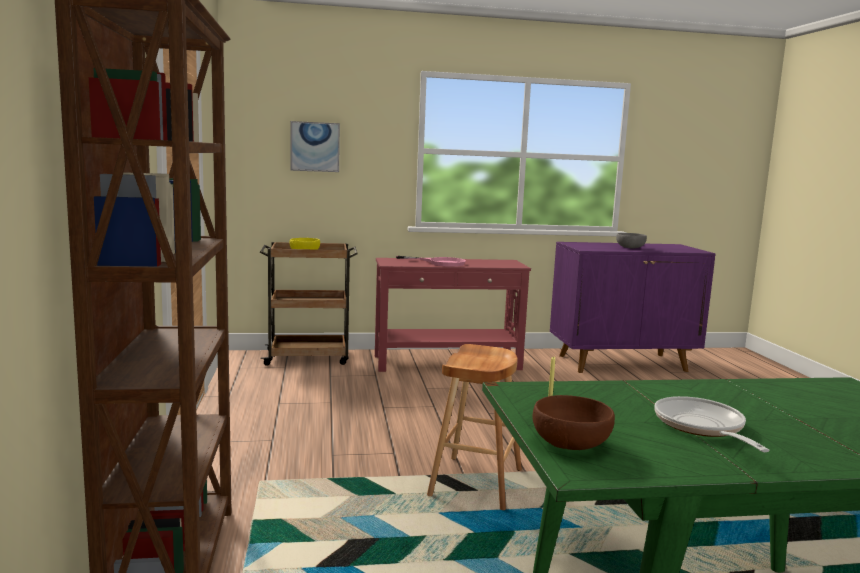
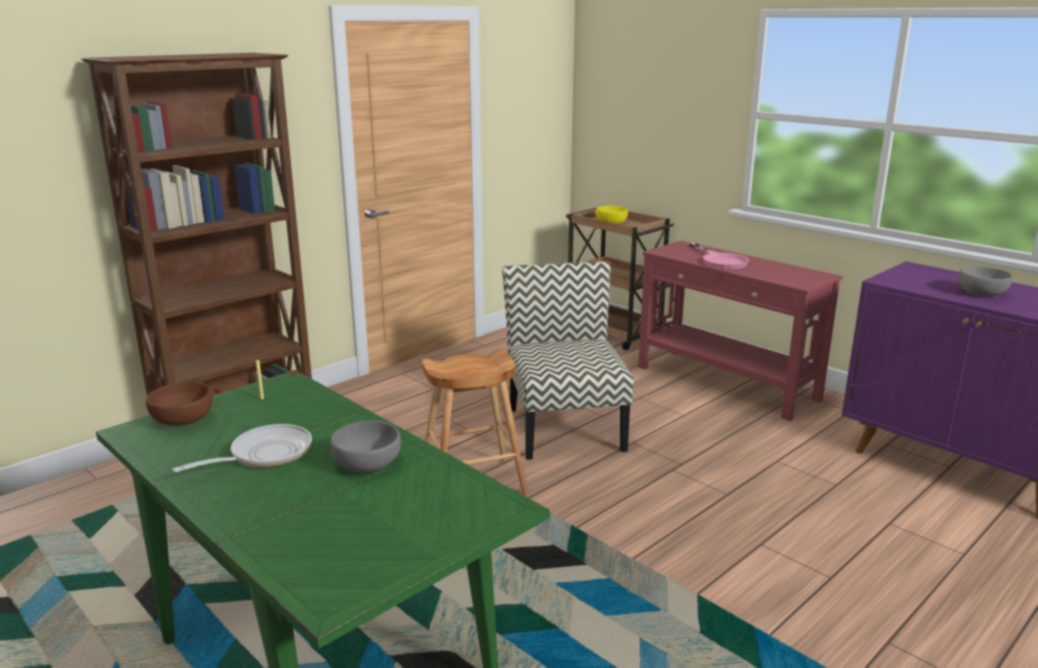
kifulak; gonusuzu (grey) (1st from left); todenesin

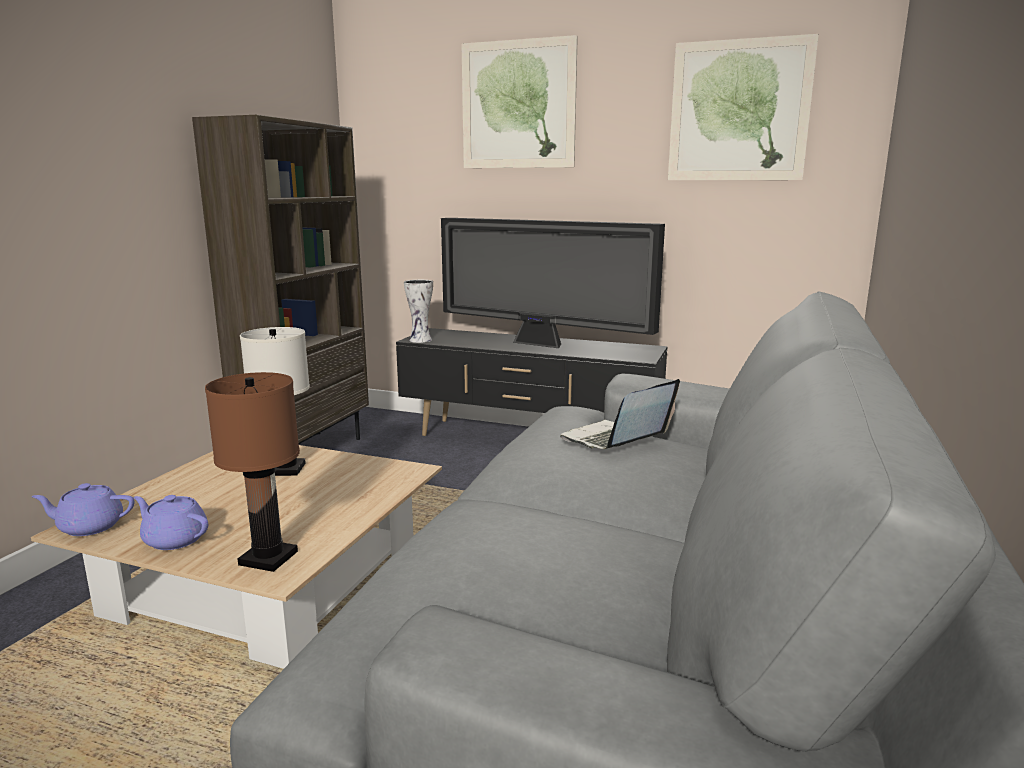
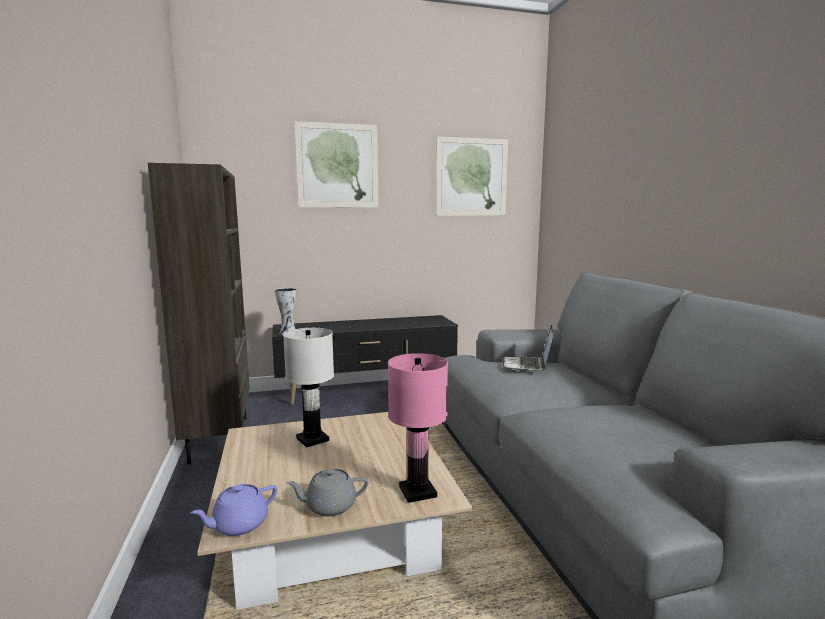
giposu; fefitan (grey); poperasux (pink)

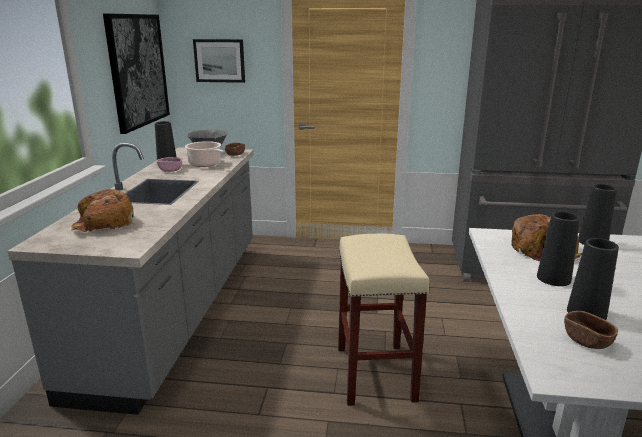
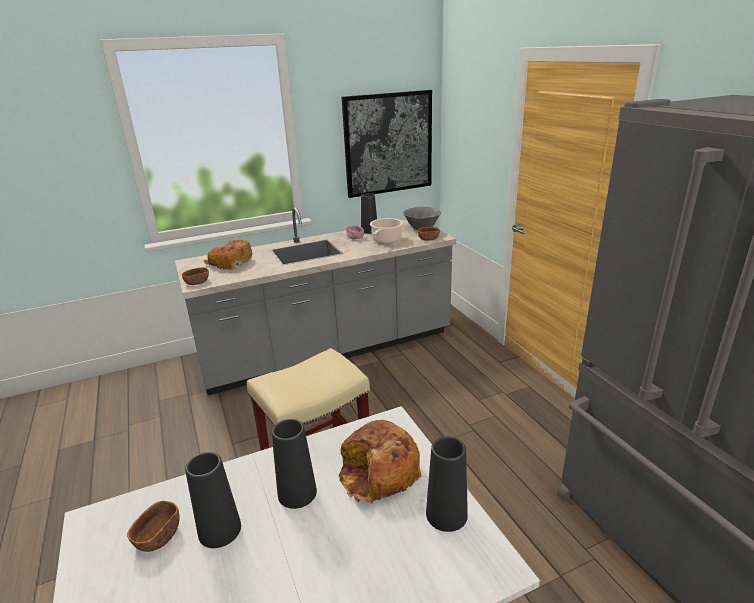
kifulak (2nd from left in the first image); gonusuzu (brown) (2nd from left)

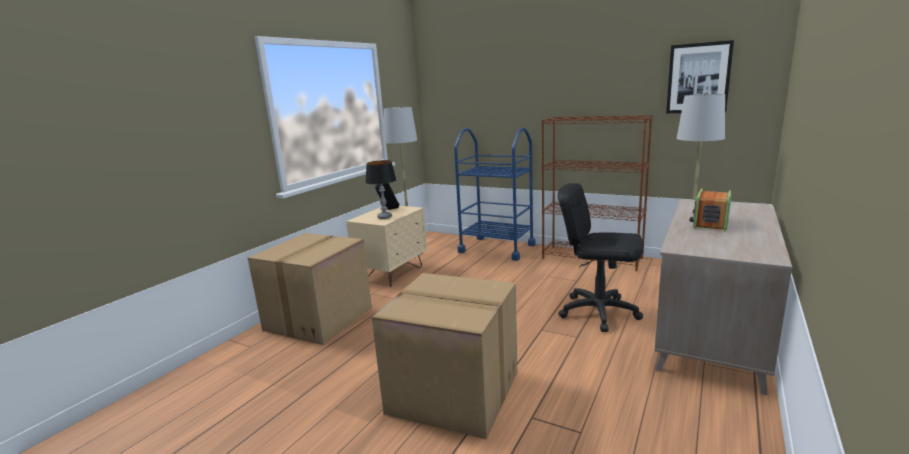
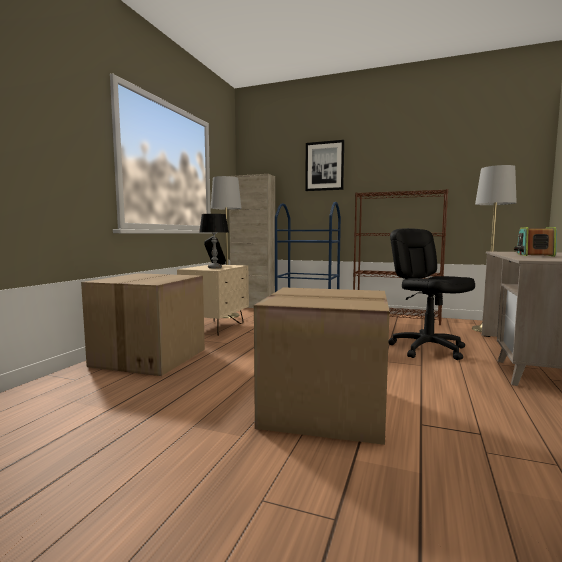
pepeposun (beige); kifulak; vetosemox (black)

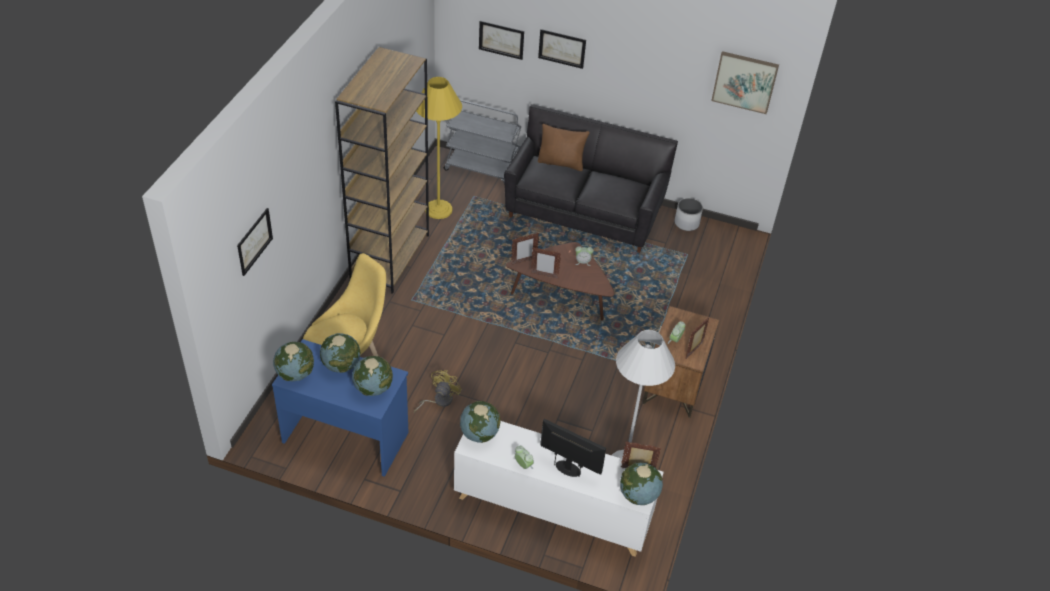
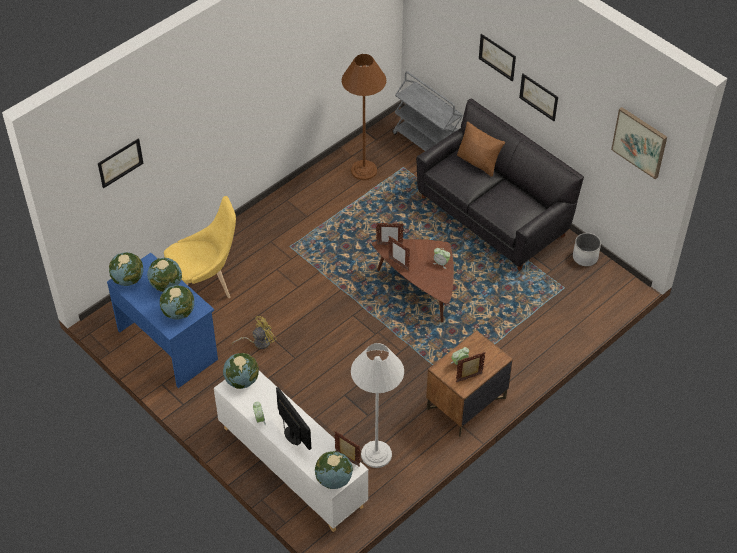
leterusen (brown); kifulak (3rd from left); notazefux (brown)

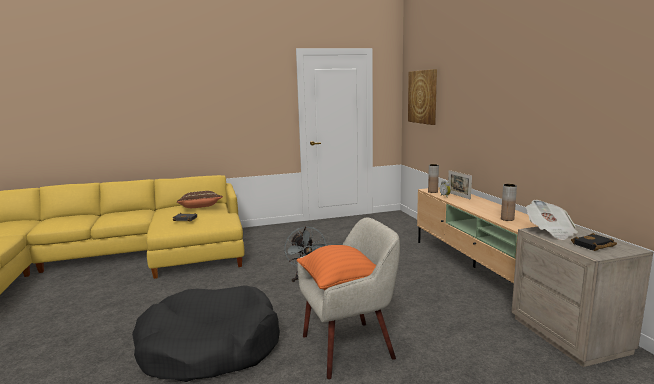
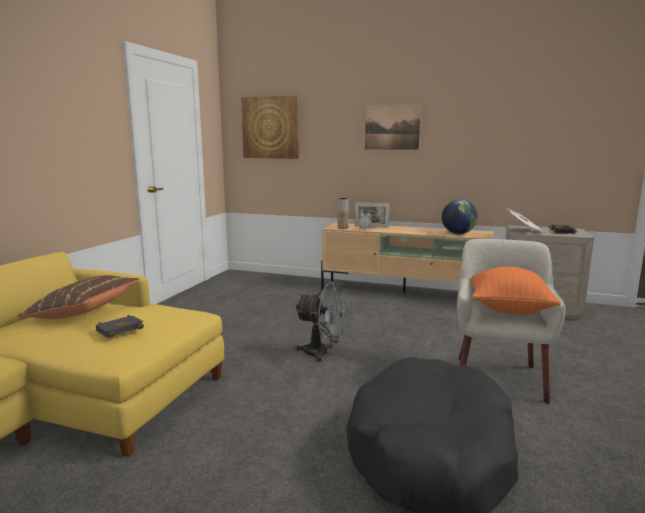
kifulak (2nd from left); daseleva

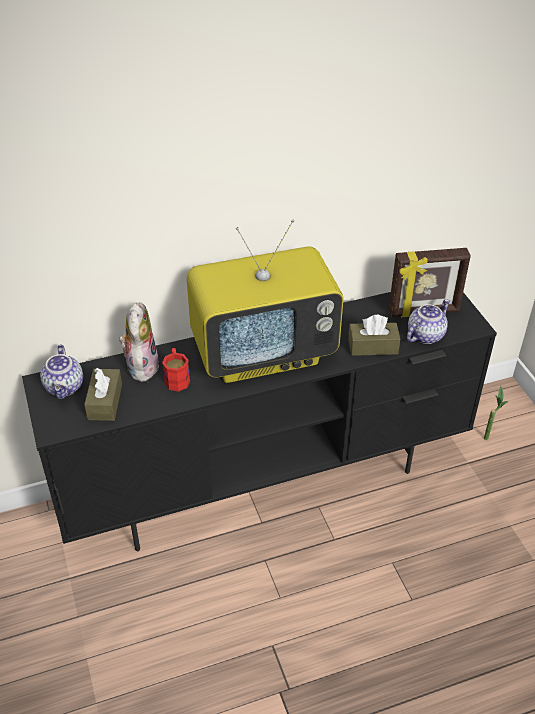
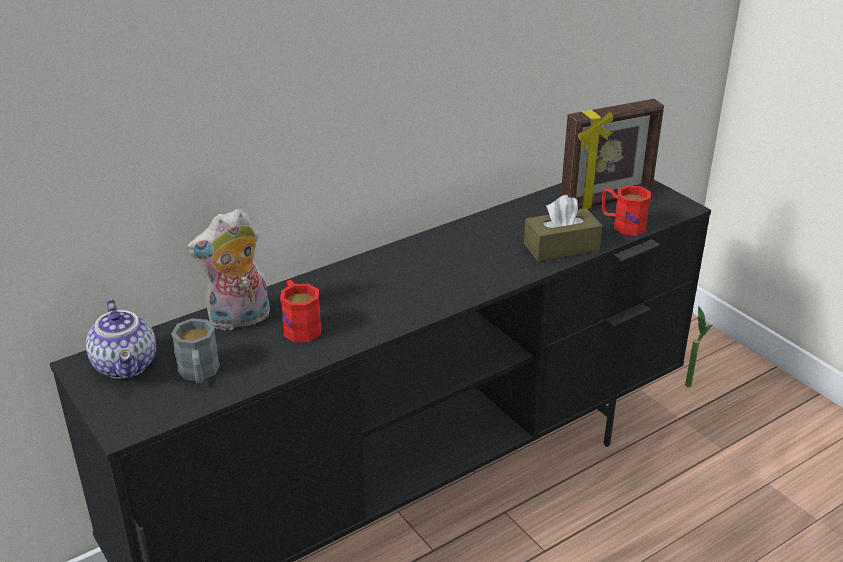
giposu; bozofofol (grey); bozofofol (red) (2nd from left); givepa

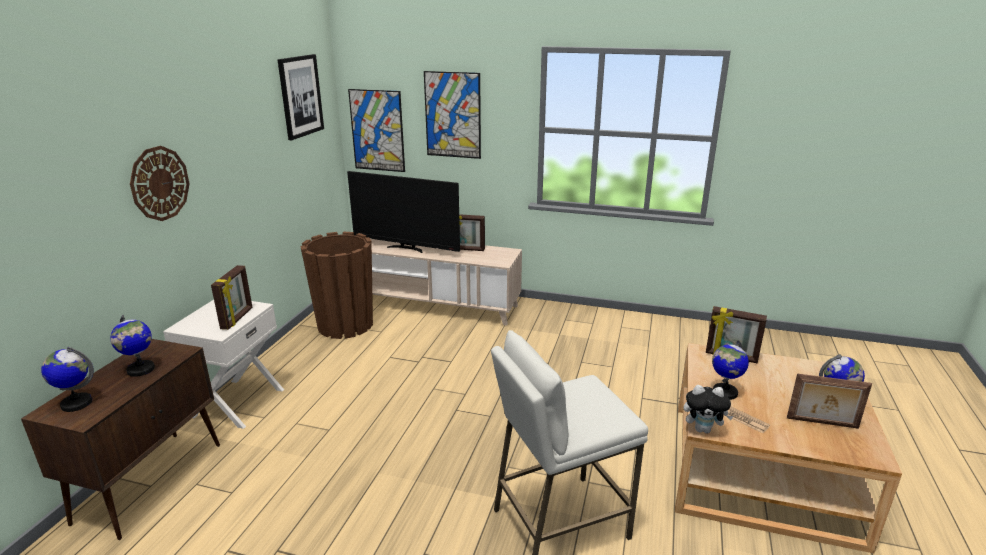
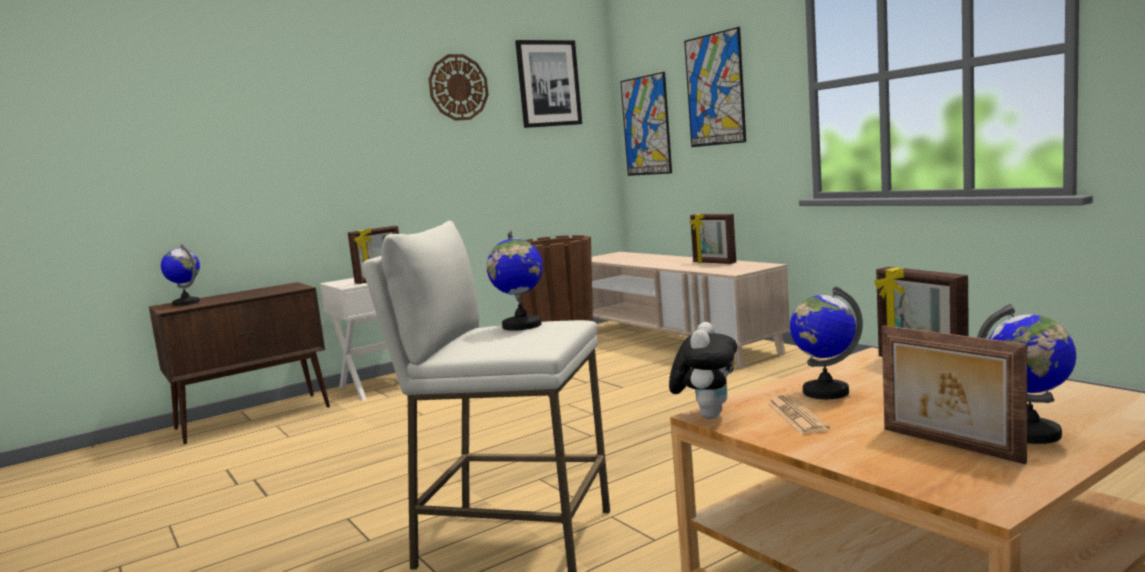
giposu; daseleva (2nd from left); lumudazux; givepa

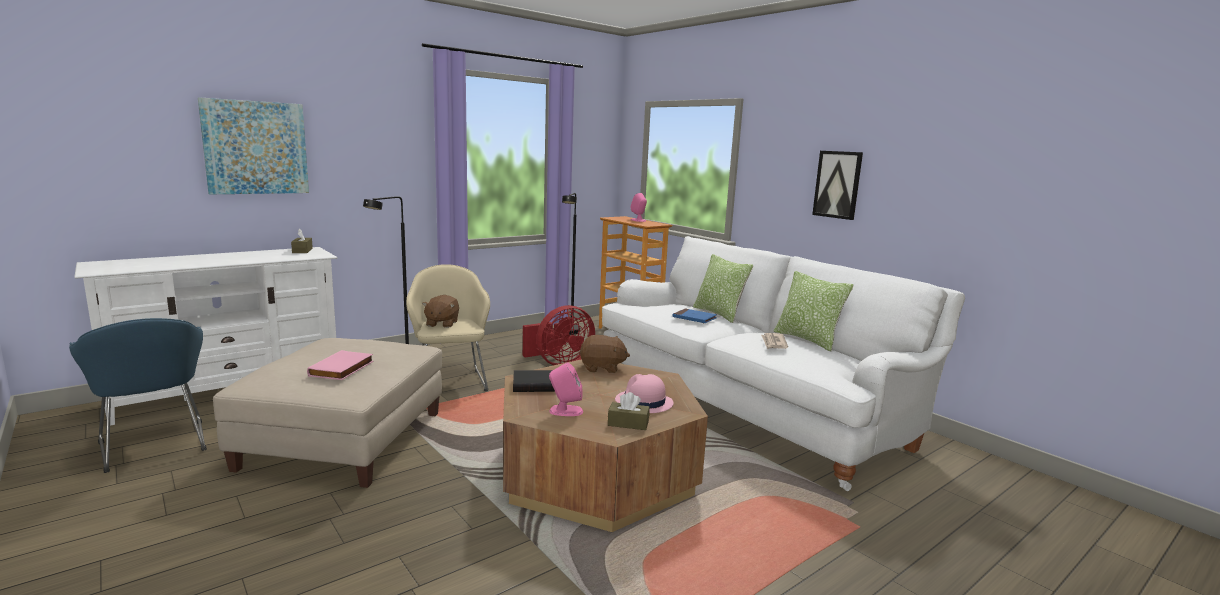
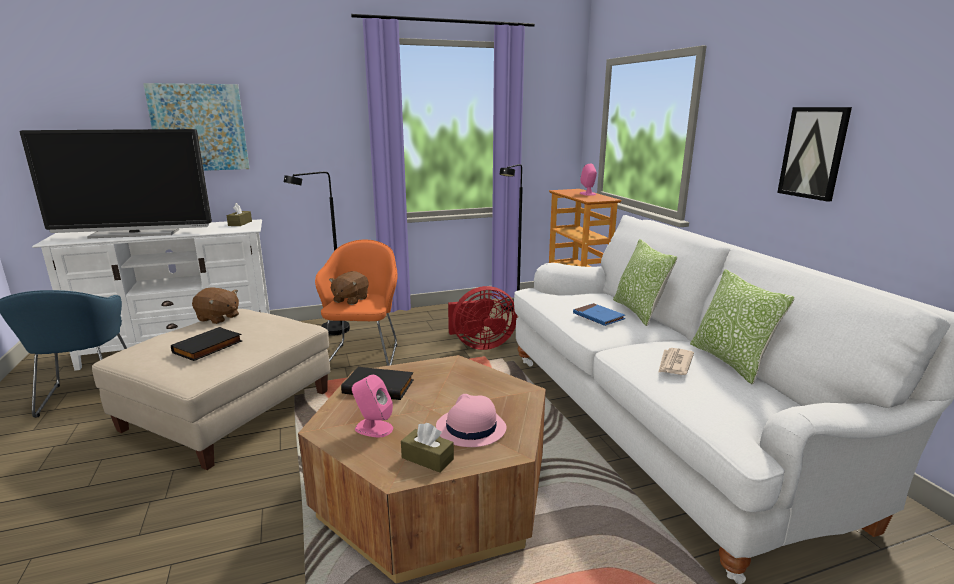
giposu; givepa (brown) (1st from left); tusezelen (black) (1st from left); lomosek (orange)

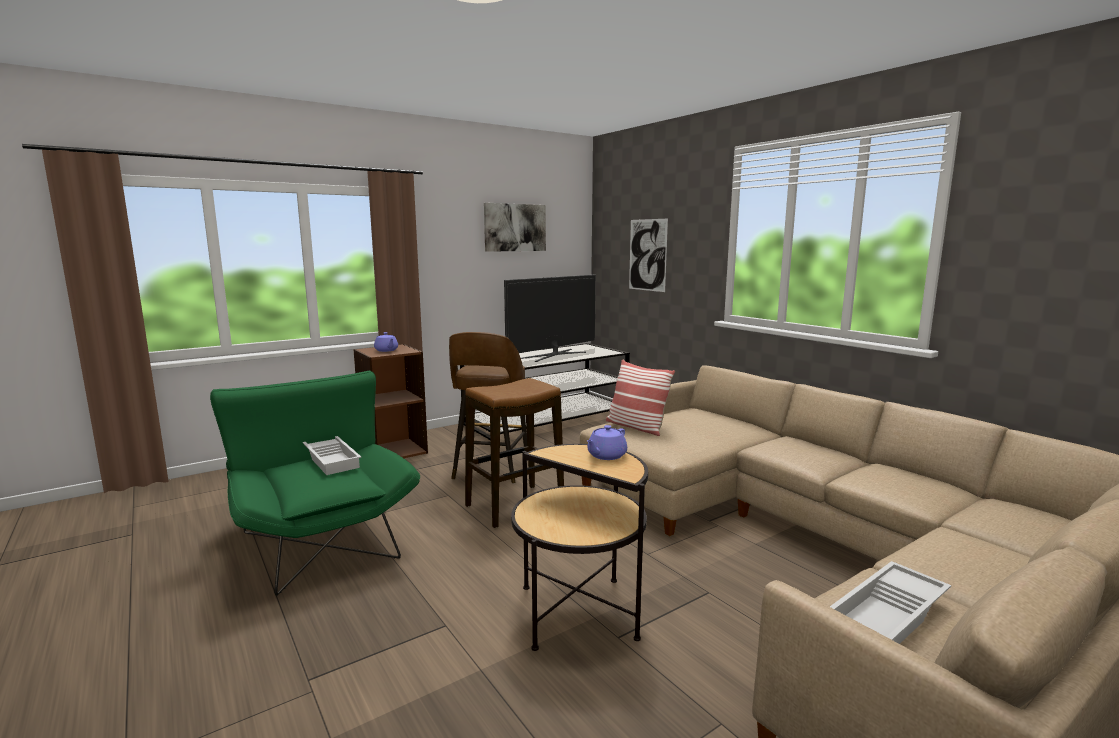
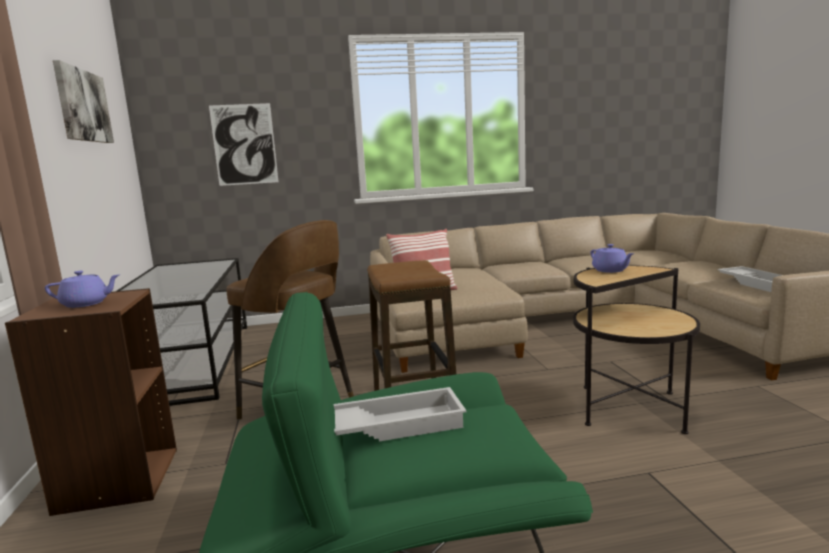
giposu

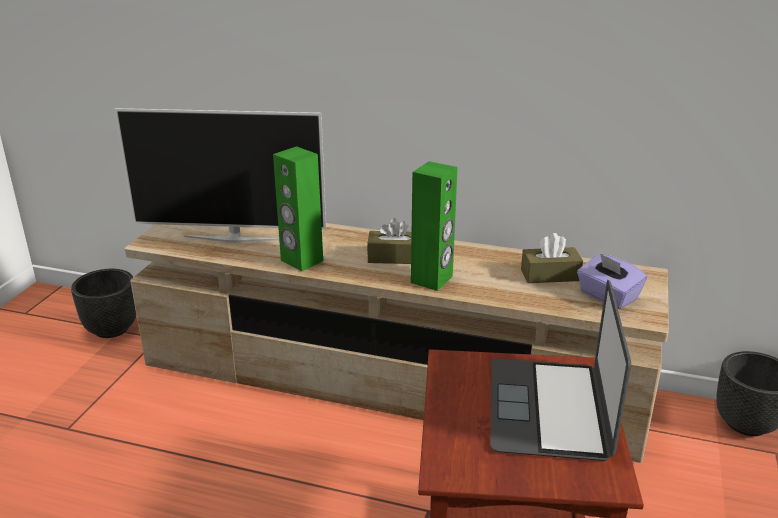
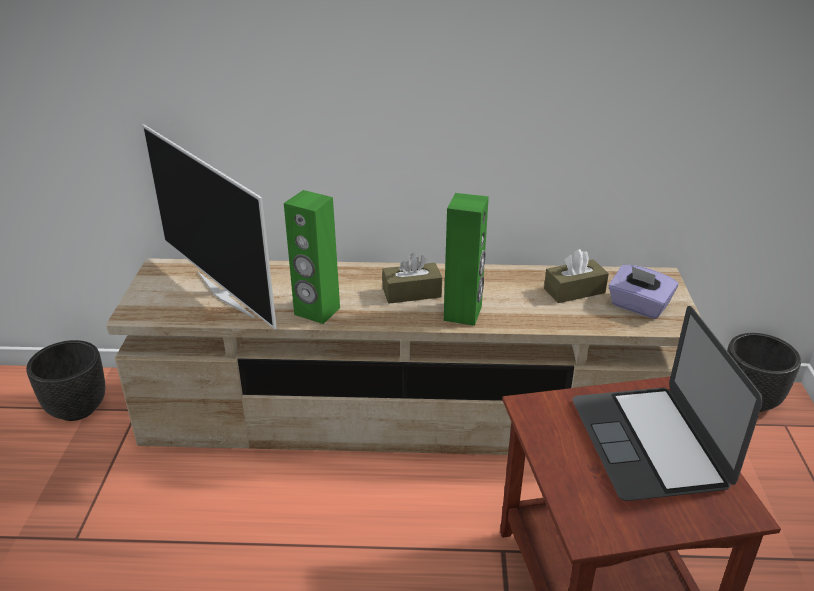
giposu

